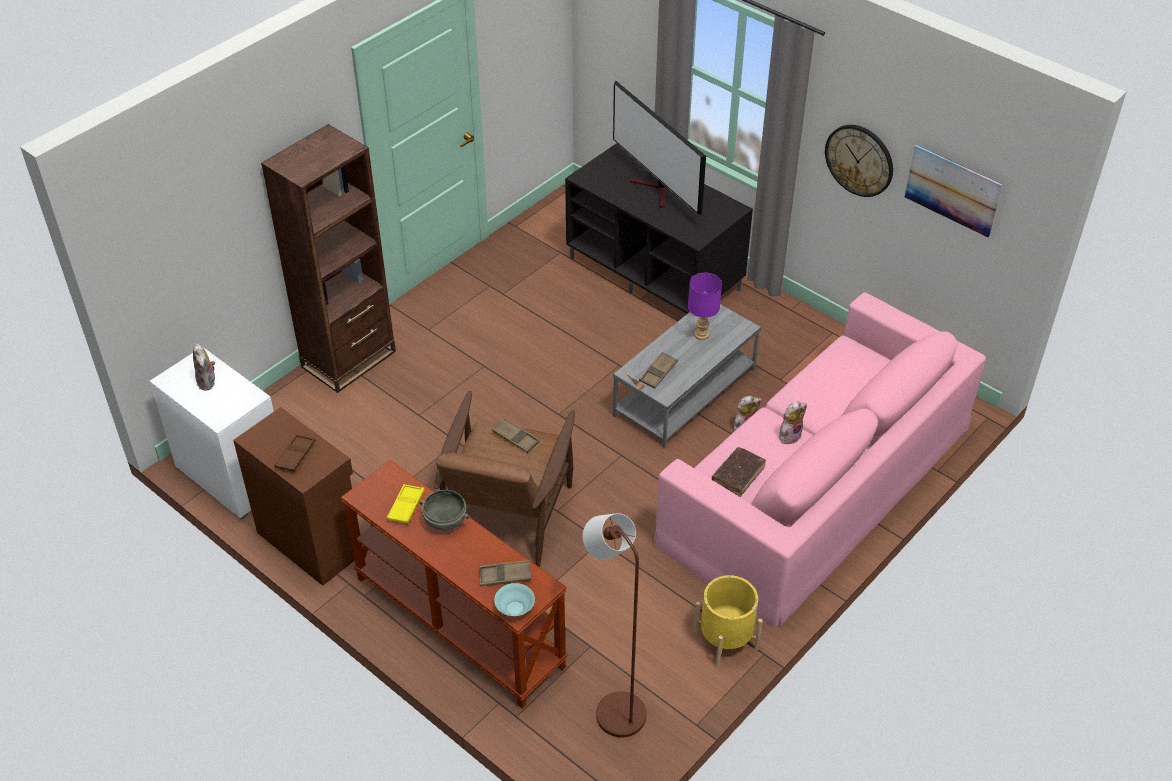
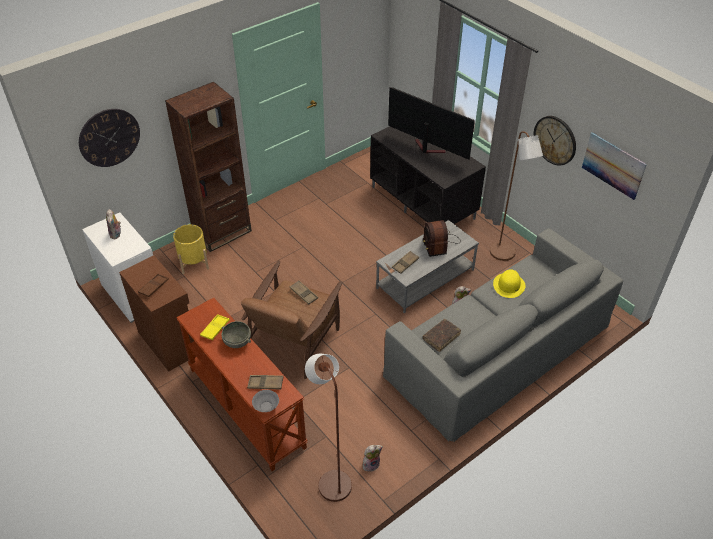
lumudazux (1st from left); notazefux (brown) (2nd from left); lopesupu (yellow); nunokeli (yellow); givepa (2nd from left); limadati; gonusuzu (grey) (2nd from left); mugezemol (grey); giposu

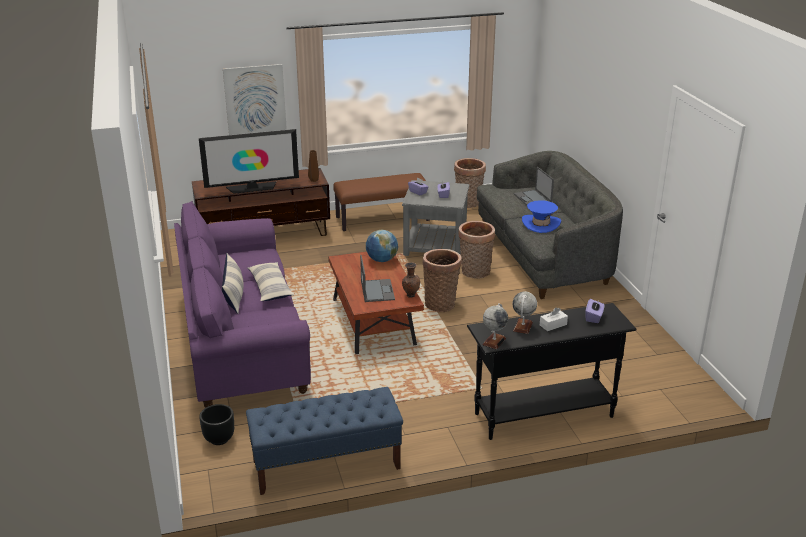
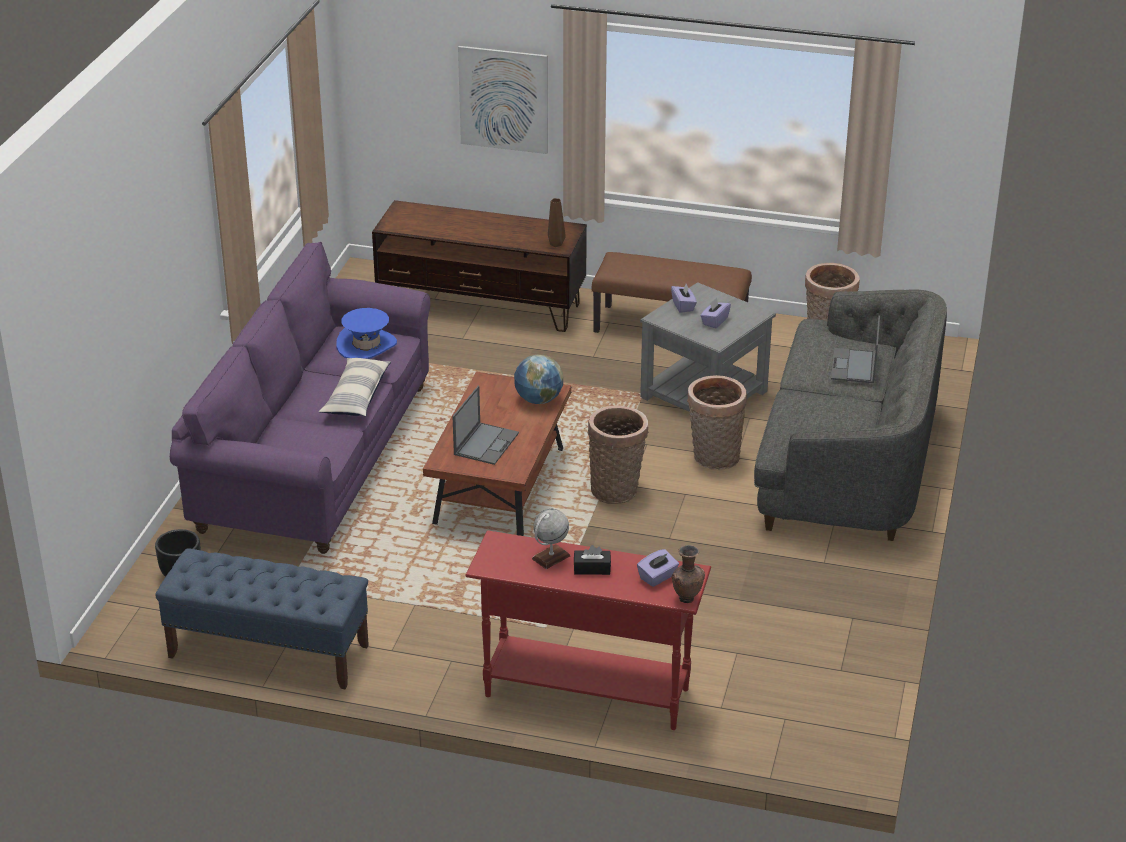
giposu; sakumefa (1st from left in the first image); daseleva (2nd from left in the first image); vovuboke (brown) (2nd from left); lopesupu (blue); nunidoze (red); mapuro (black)

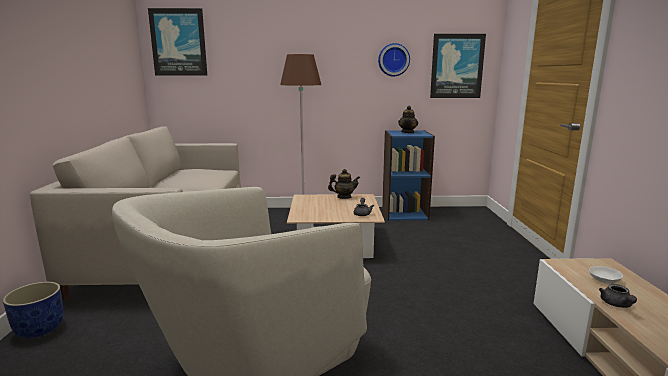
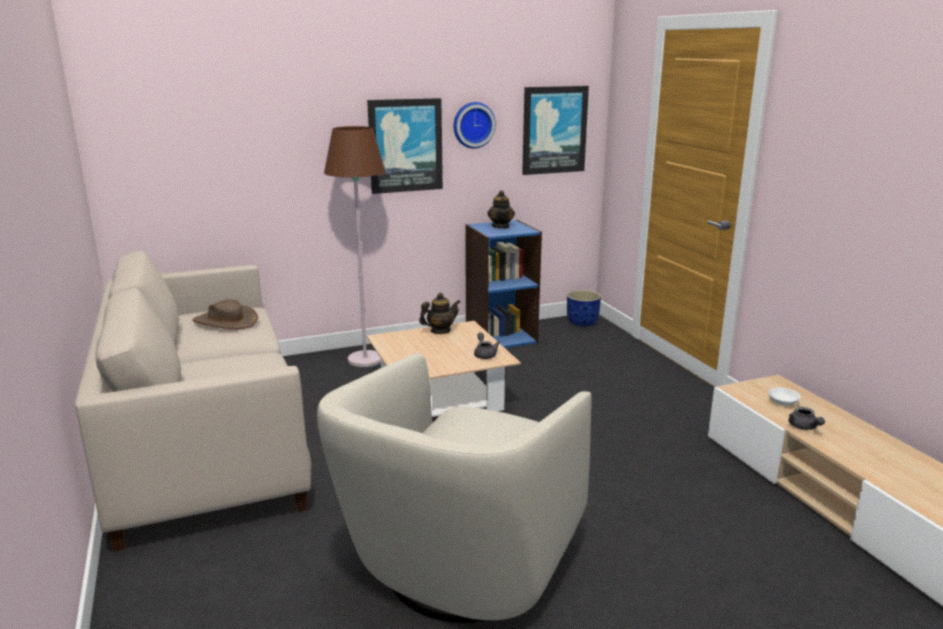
lopesupu (brown); nunokeli (blue); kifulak (1st from left)

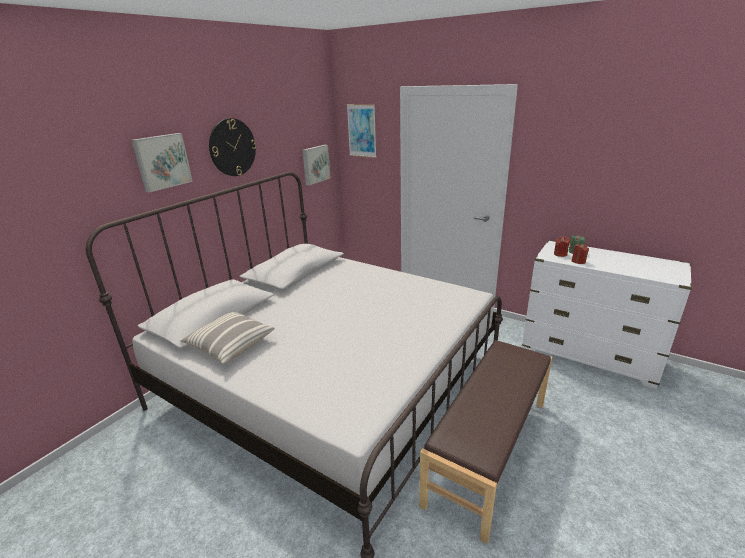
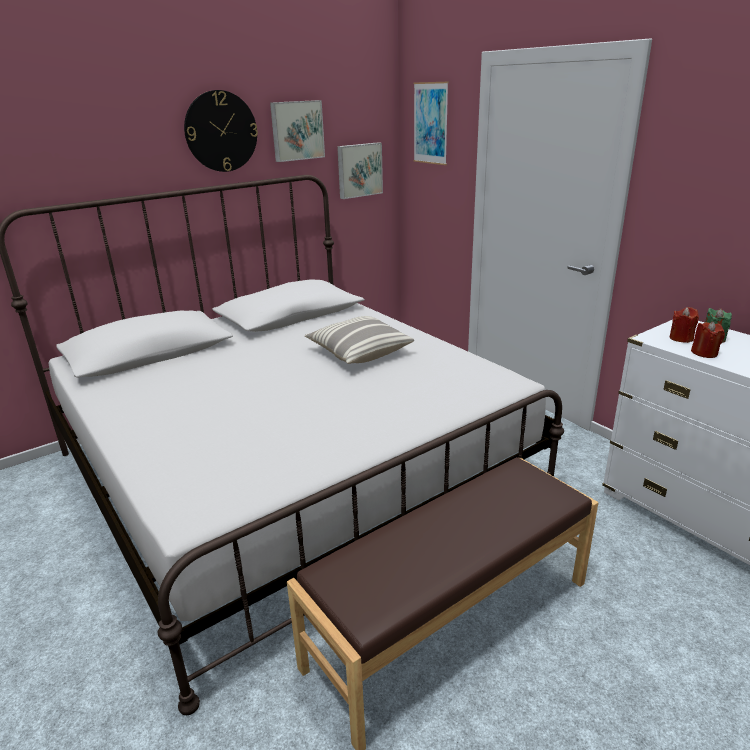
kifulak (1st from left); sakumefa

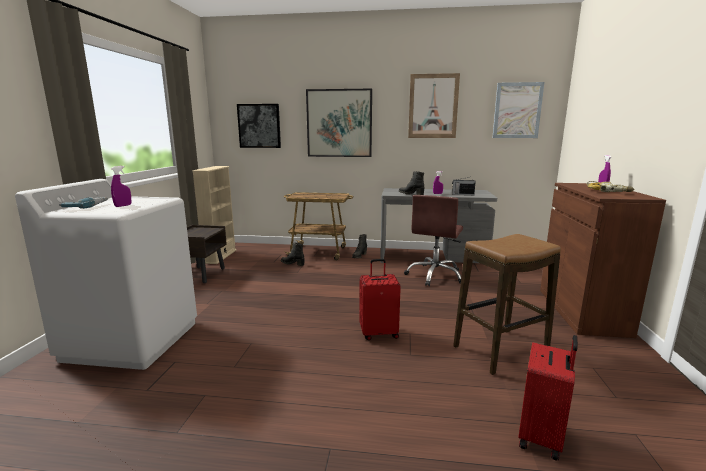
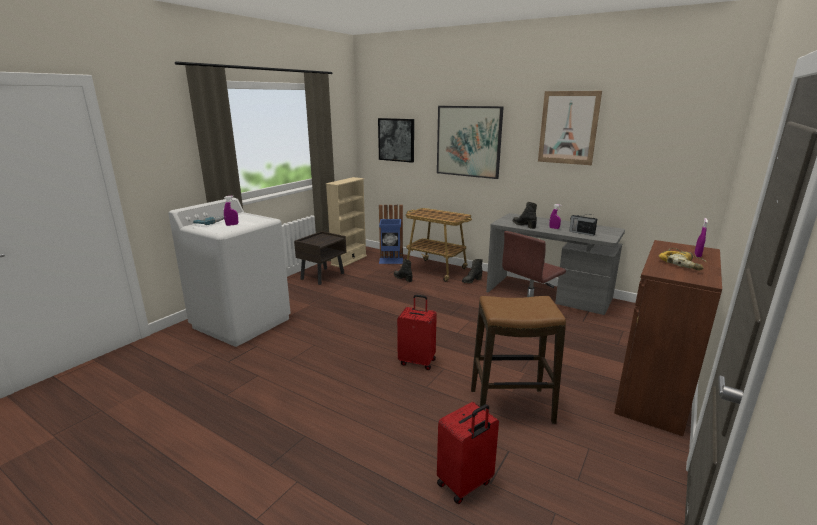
kifulak (4th from left in the first image); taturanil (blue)

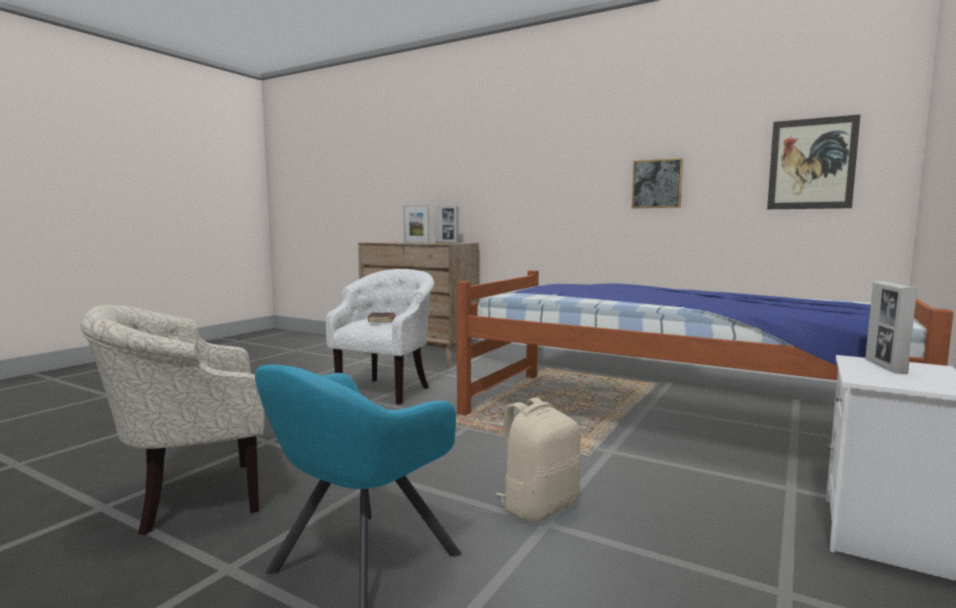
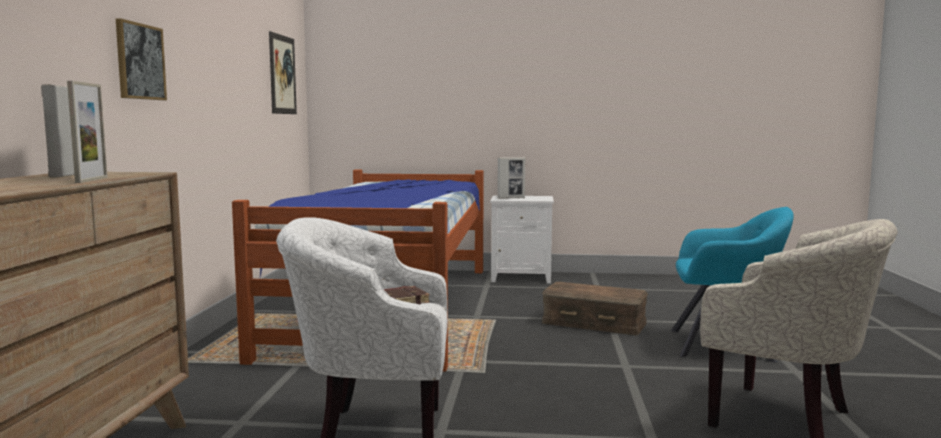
kifulak (1st from left); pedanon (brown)

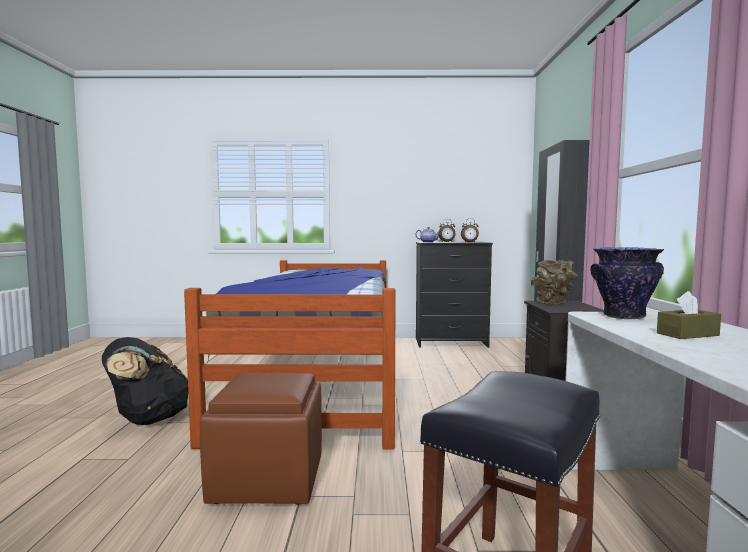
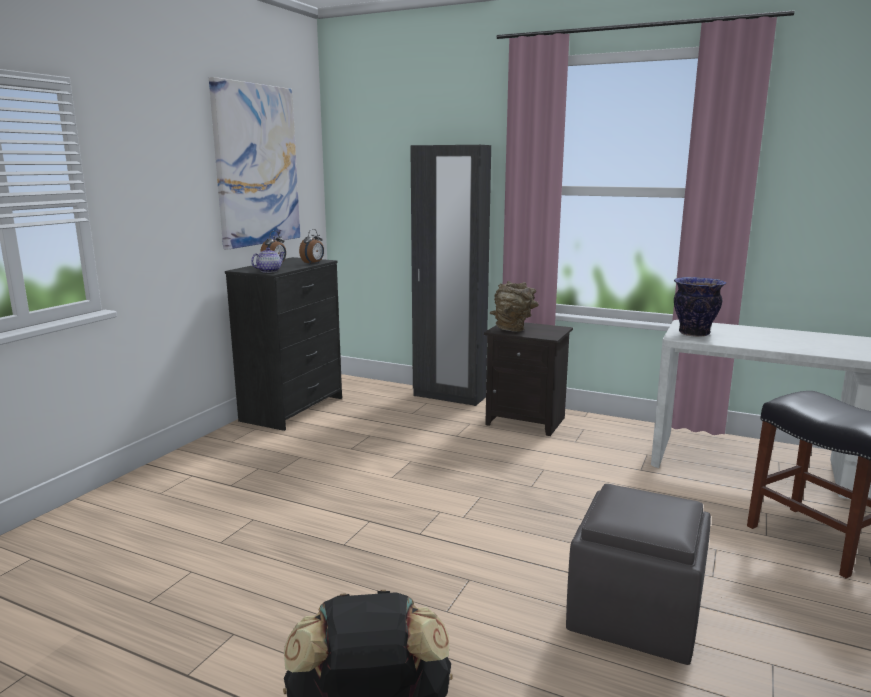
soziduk; mapuro (brown); kifulak; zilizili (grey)

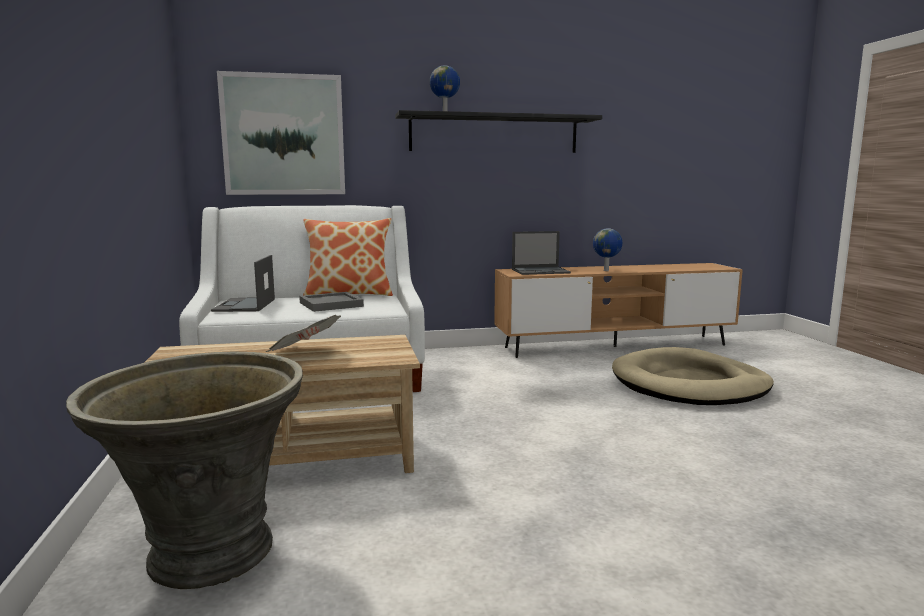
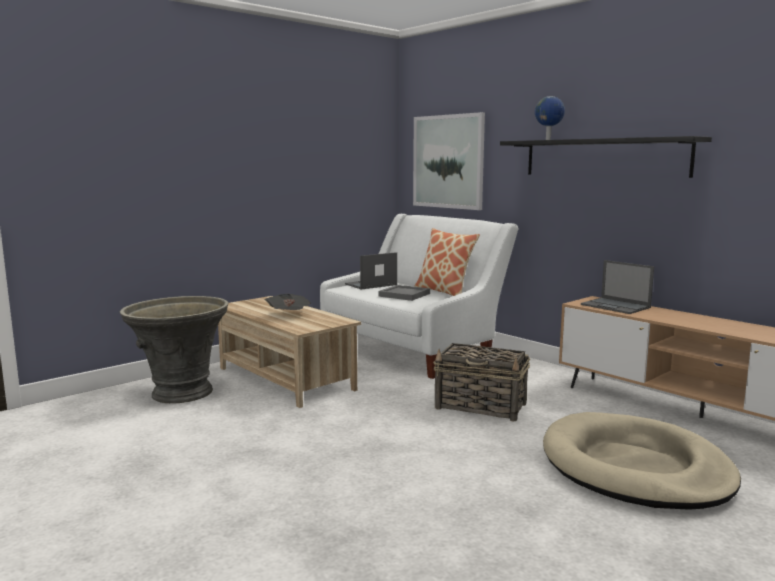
daseleva (2nd from left in the first image); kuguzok

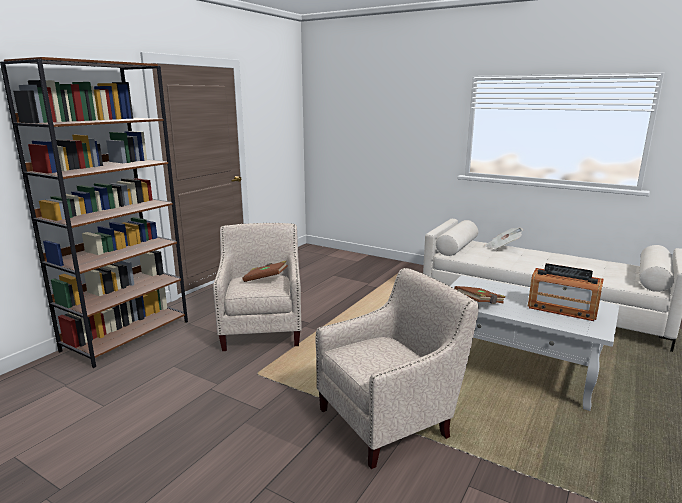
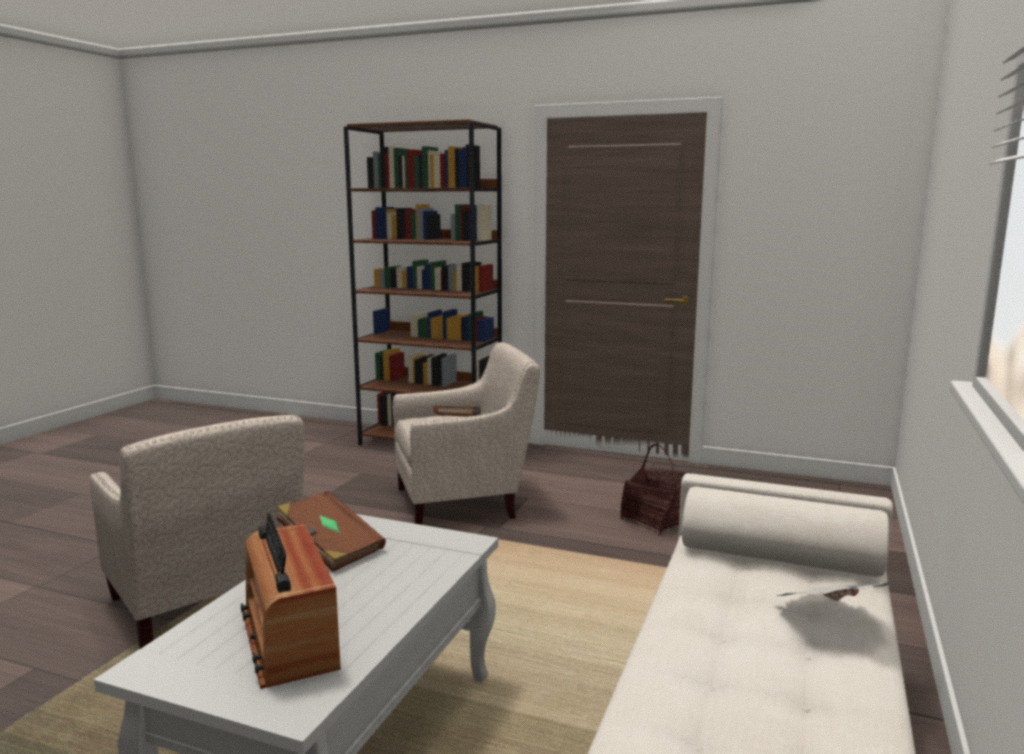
kuguzok; limadati

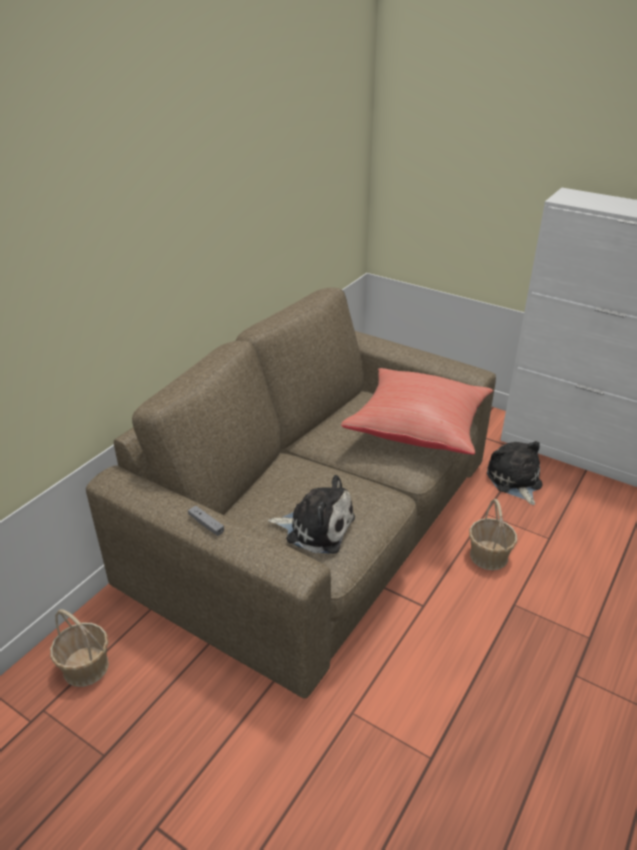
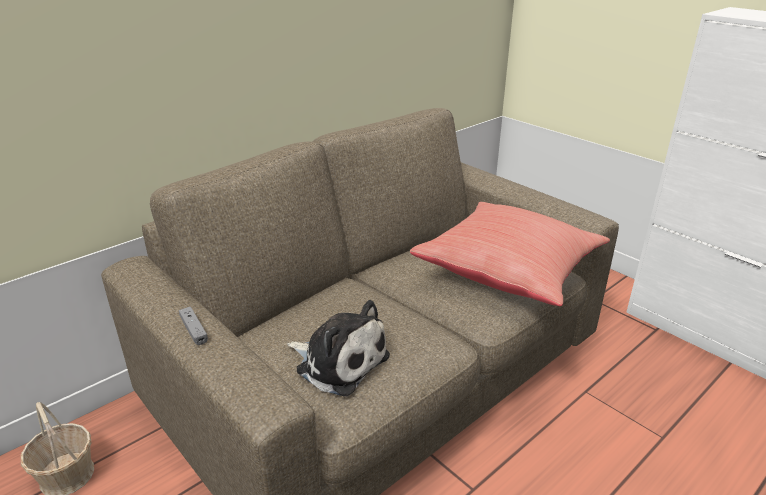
kuguzok (2nd from left in the first image); givepa (2nd from left in the first image)

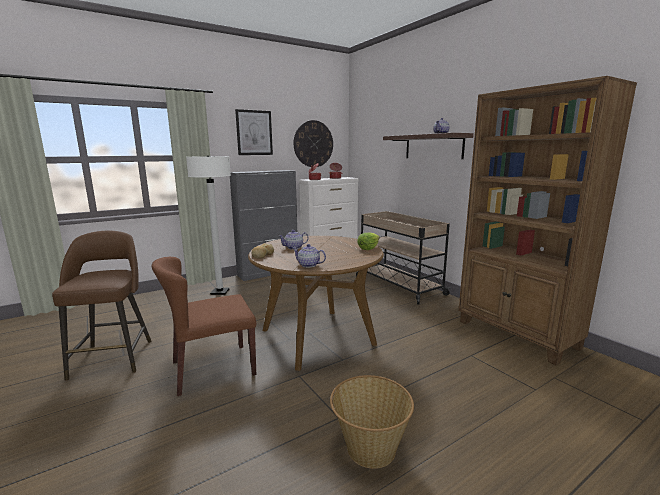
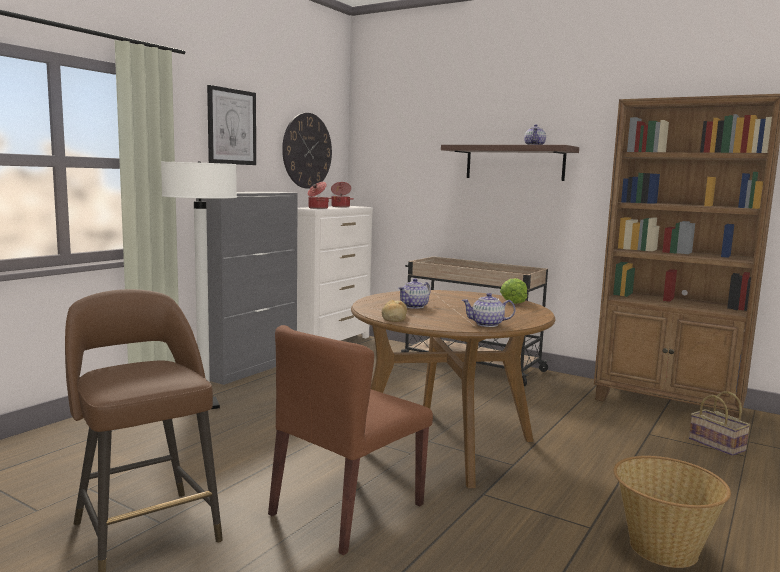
kuguzok (2nd from left)

